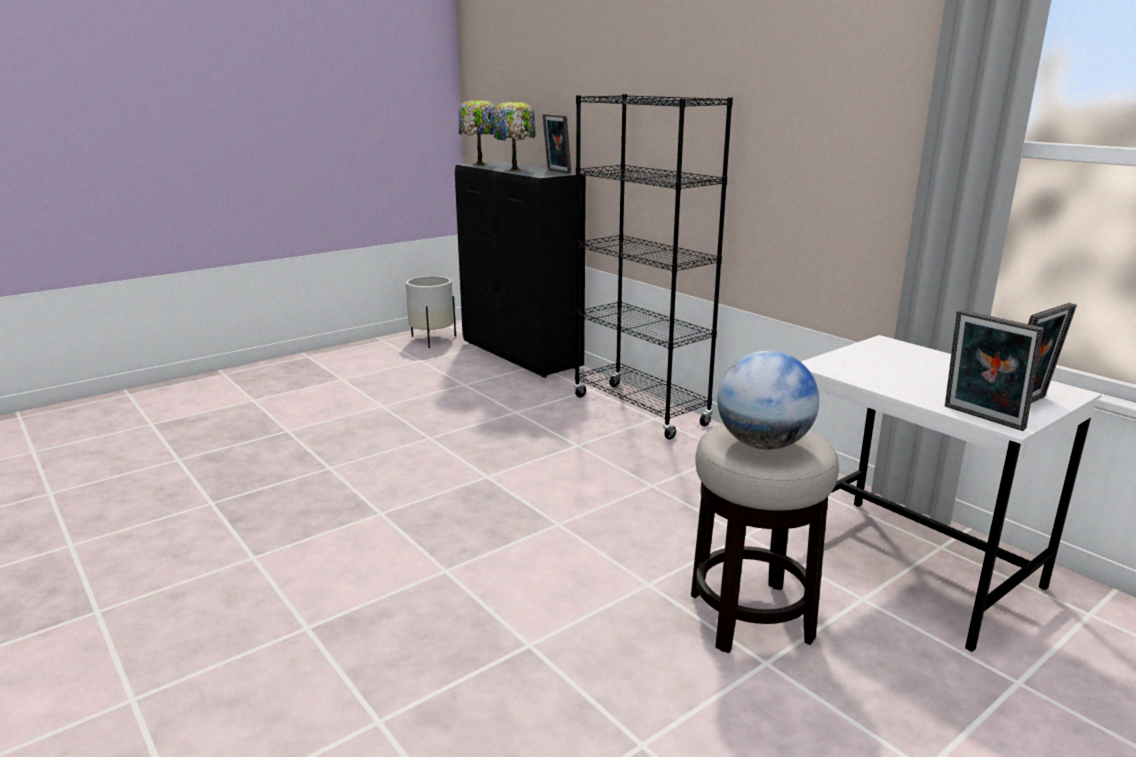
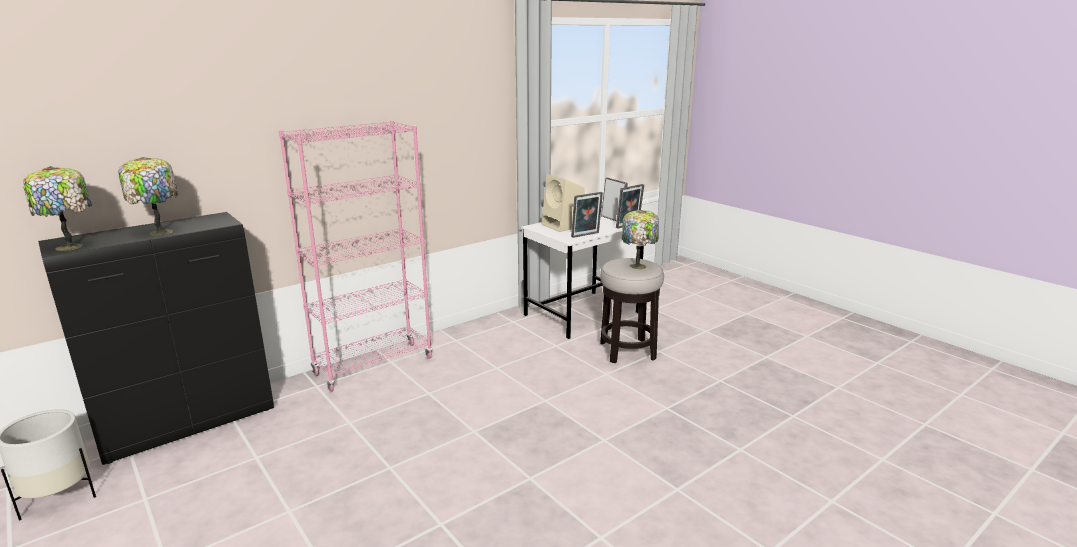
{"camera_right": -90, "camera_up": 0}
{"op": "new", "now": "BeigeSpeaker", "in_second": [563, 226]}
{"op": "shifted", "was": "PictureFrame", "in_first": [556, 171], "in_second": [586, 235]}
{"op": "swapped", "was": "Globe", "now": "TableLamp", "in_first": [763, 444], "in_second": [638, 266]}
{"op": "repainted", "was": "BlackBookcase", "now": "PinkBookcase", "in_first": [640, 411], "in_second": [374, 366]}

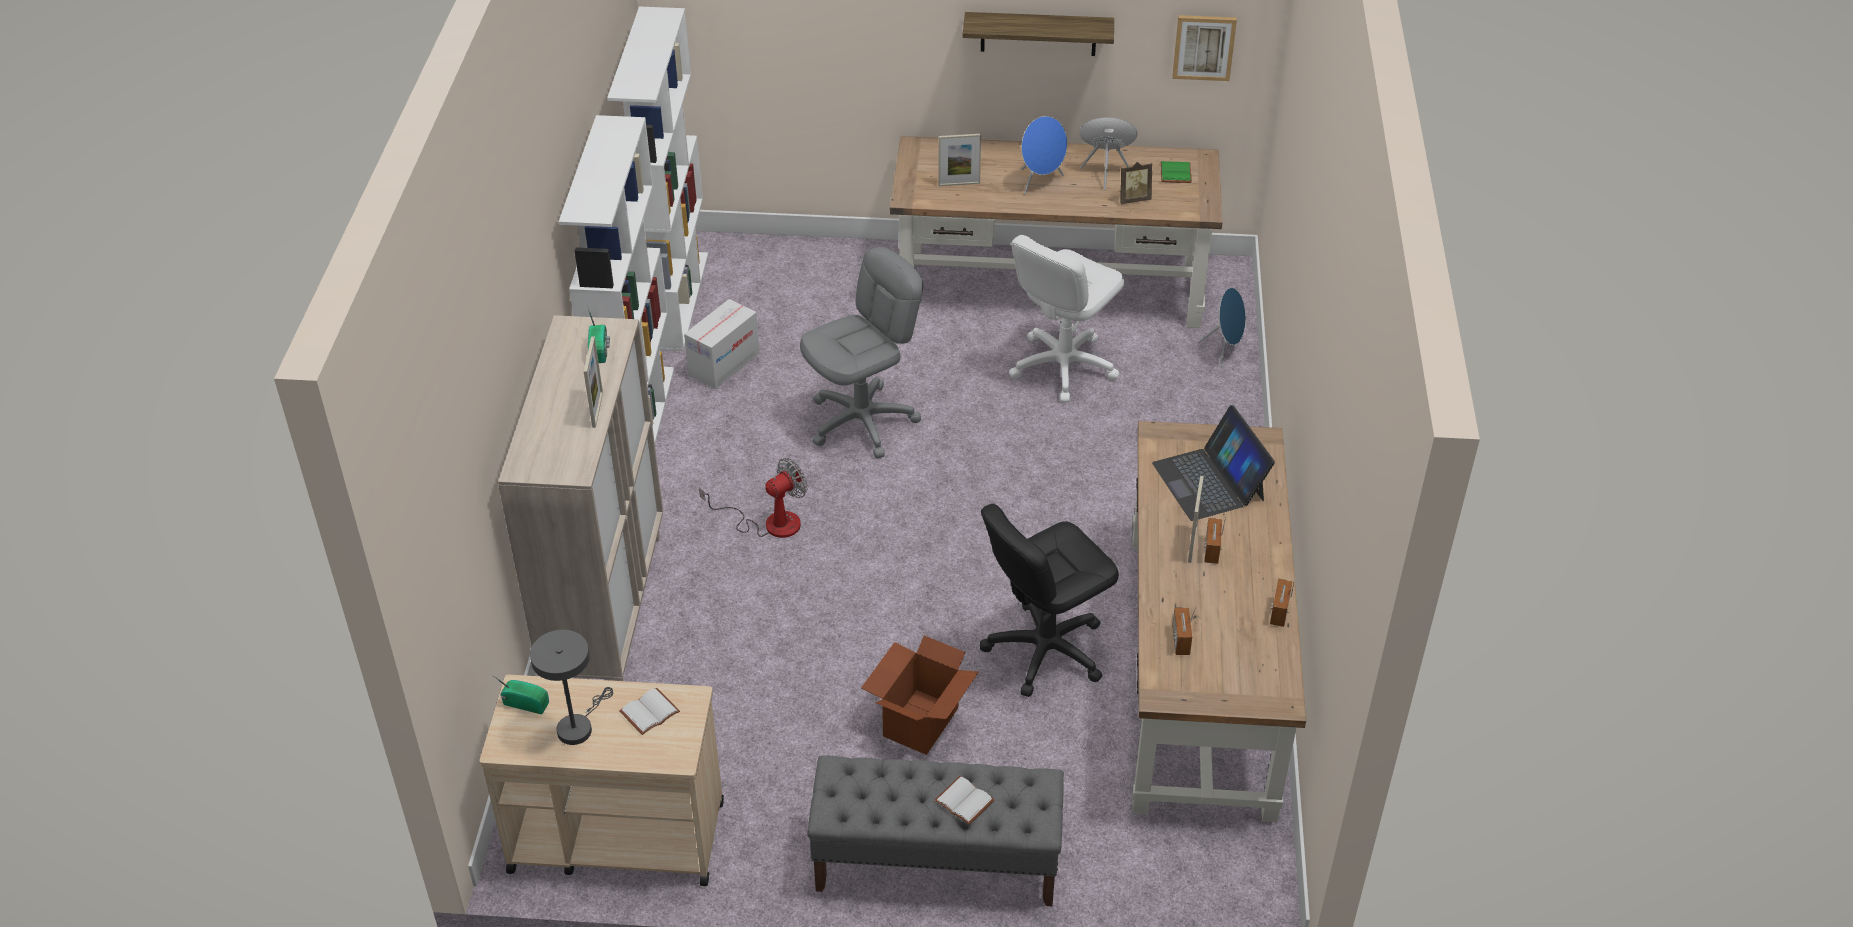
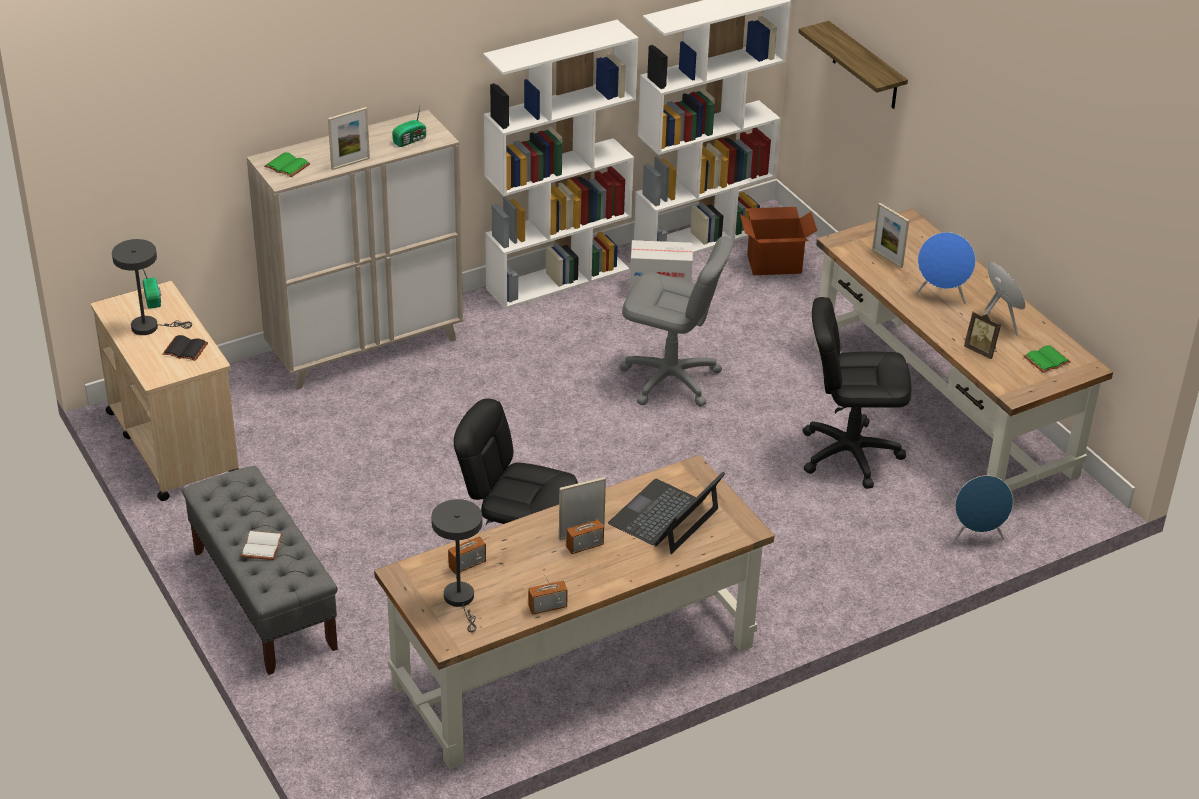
{"camera_right": 55, "camera_up": -5}
{"op": "gone", "was": "Fan", "in_first": [769, 523]}
{"op": "gone", "was": "Picture", "in_first": [1204, 47]}
{"op": "new", "now": "GreenBook", "in_second": [286, 166]}
{"op": "new", "now": "GreyTableLamp", "in_second": [461, 600]}
{"op": "shifted", "was": "CardboardBox", "in_first": [919, 722], "in_second": [774, 263]}
{"op": "shifted", "was": "Shelf", "in_first": [1038, 33], "in_second": [865, 67]}
{"op": "repainted", "was": "WhiteBook", "now": "BlackBook", "in_first": [649, 711], "in_second": [186, 349]}
{"op": "repainted", "was": "WhiteOfficeChair", "now": "BlackOfficeChair", "in_first": [1063, 366], "in_second": [849, 454]}

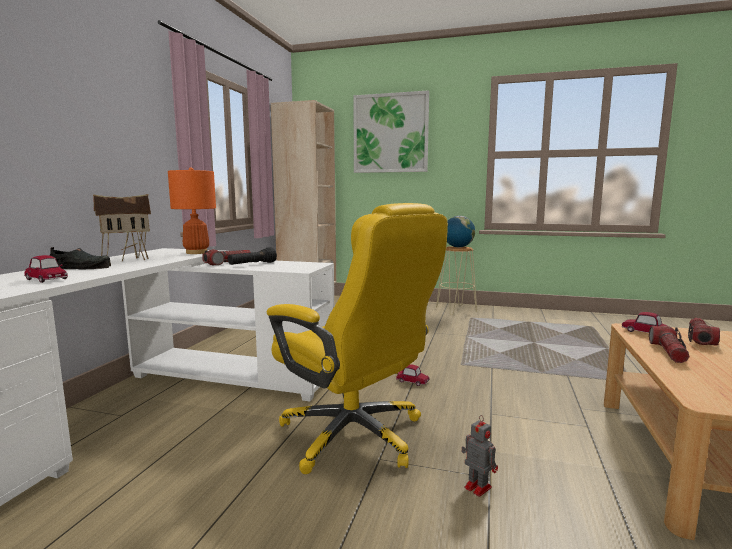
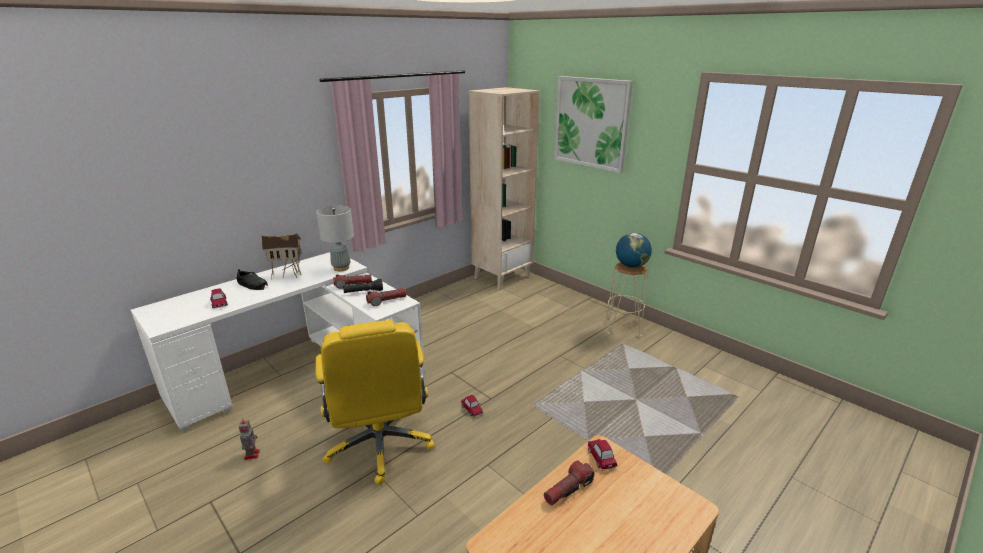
{"camera_right": 30, "camera_up": 15}
{"op": "shifted", "was": "ToyRobot", "in_first": [476, 486], "in_second": [252, 454]}
{"op": "shifted", "was": "Flashlight", "in_first": [699, 339], "in_second": [387, 301]}
{"op": "repainted", "was": "OrangeTableLamp", "now": "GreyTableLamp", "in_first": [196, 252], "in_second": [341, 268]}

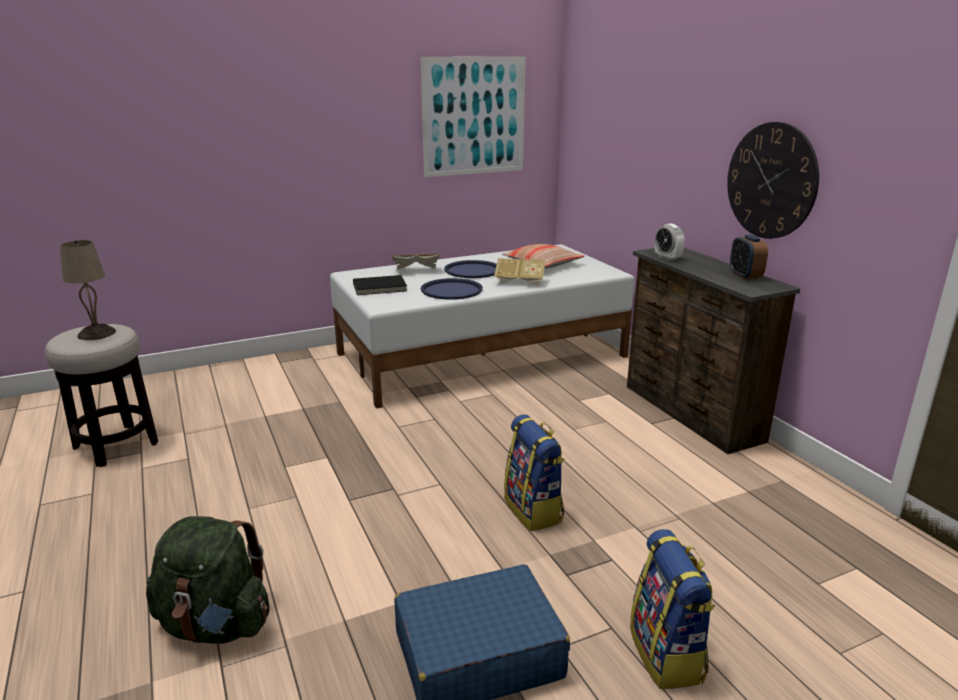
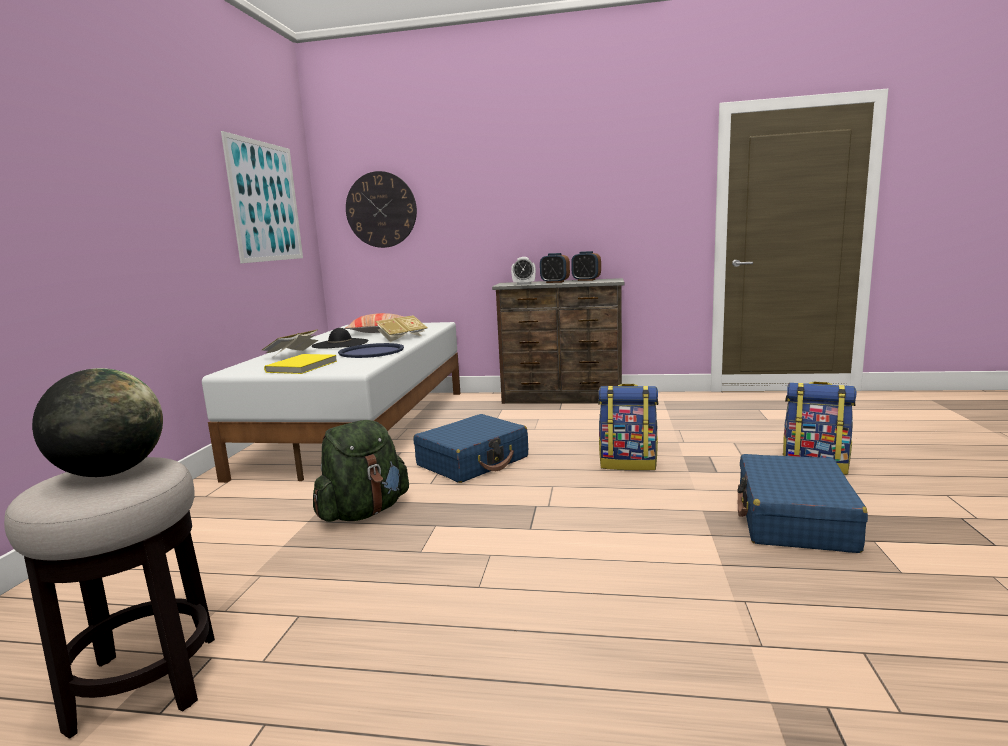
{"camera_right": -55, "camera_up": -10}
{"op": "new", "now": "BlueSuitcase", "in_second": [473, 461]}
{"op": "new", "now": "AlarmClock", "in_second": [555, 282]}
{"op": "shifted", "was": "GreenBackpack", "in_first": [216, 625], "in_second": [364, 512]}
{"op": "shifted", "was": "WallClock", "in_first": [771, 181], "in_second": [381, 210]}
{"op": "swapped", "was": "BeigeTableLamp", "now": "Globe", "in_first": [96, 333], "in_second": [111, 472]}
{"op": "swapped", "was": "BlueTray", "now": "BlackHat", "in_first": [472, 270], "in_second": [340, 344]}
{"op": "repainted", "was": "BlackBook", "now": "YellowBook", "in_first": [380, 288], "in_second": [303, 366]}

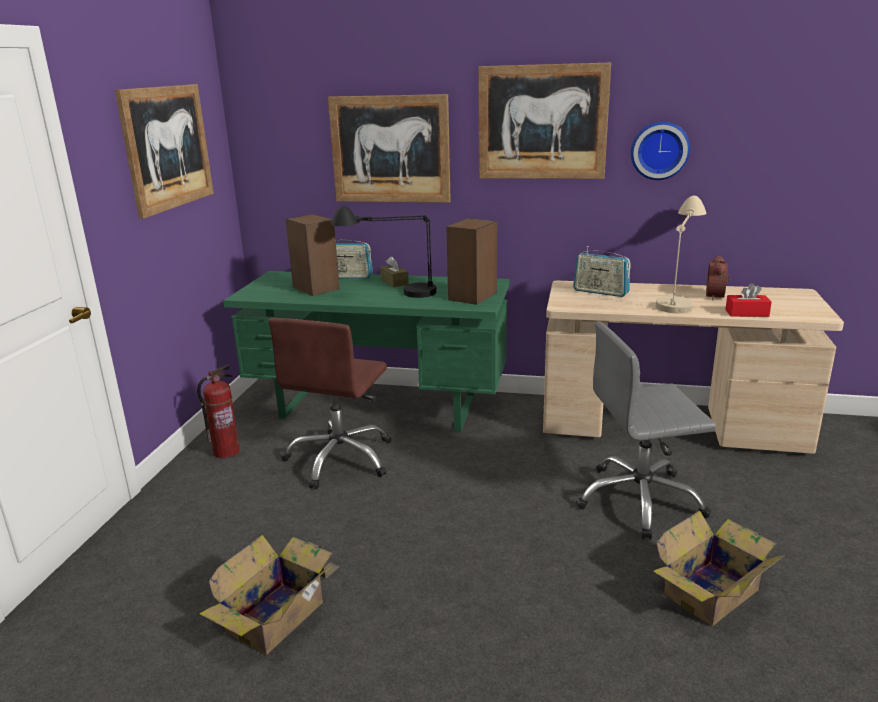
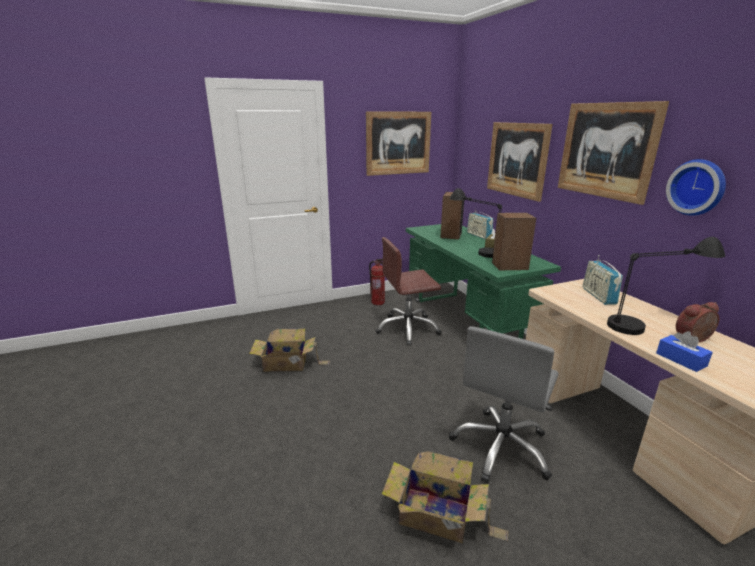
{"camera_right": 55, "camera_up": 0}
{"op": "repainted", "was": "BeigeTableLamp", "now": "BlackTableLamp", "in_first": [678, 298], "in_second": [651, 324]}
{"op": "repainted", "was": "RedTissueBox", "now": "BlueTissueBox", "in_first": [746, 313], "in_second": [681, 359]}
{"op": "rotated", "was": "GreyOfficeChair", "in_first": [640, 500], "in_second": [501, 447], "clockwise": -105}

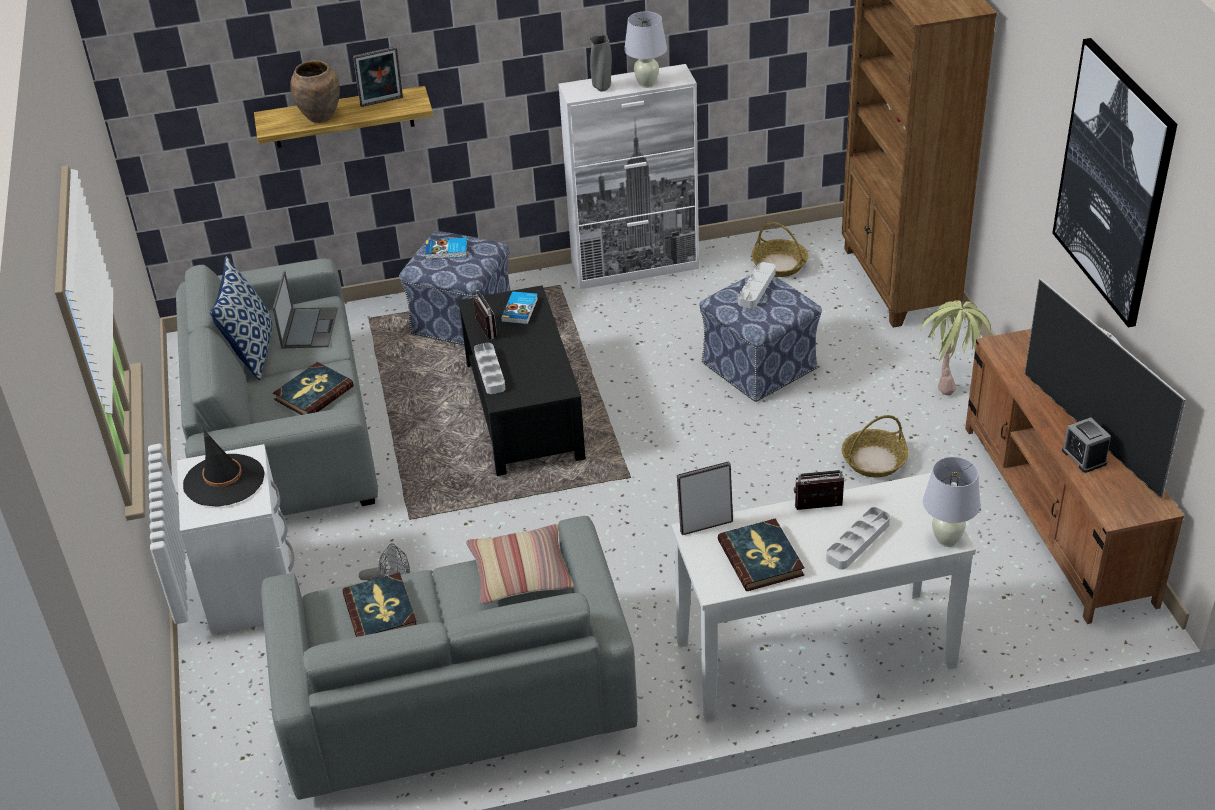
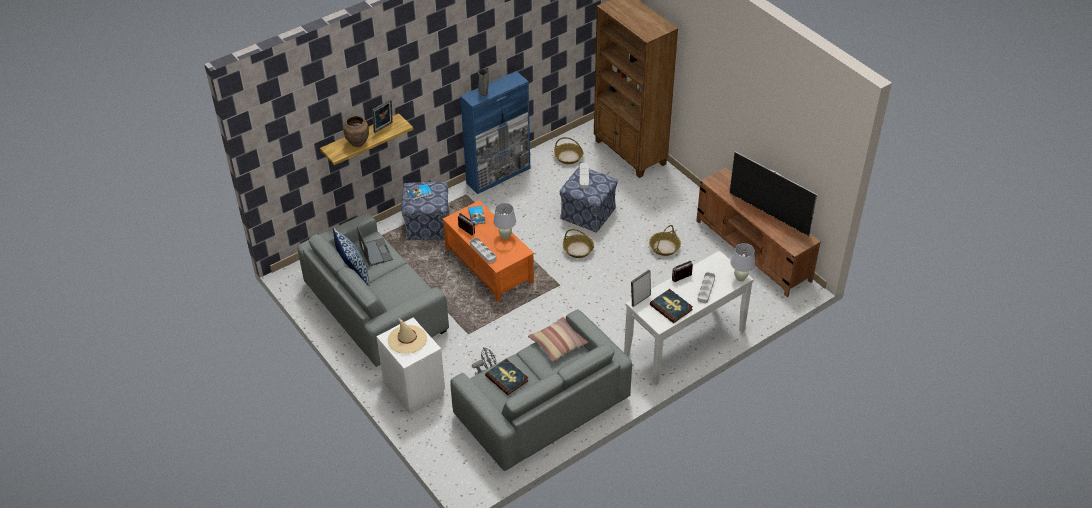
{"camera_right": -25, "camera_up": 5}
{"op": "gone", "was": "Book", "in_first": [313, 393]}
{"op": "gone", "was": "PottedPlant", "in_first": [951, 379]}
{"op": "gone", "was": "Picture", "in_first": [1113, 182]}
{"op": "gone", "was": "AlarmClock", "in_first": [1084, 457]}
{"op": "new", "now": "Basket", "in_second": [578, 249]}
{"op": "shifted", "was": "WhiteTableLamp", "in_first": [647, 84], "in_second": [505, 236]}
{"op": "repainted", "was": "BlackHat", "now": "BeigeHat", "in_first": [224, 481], "in_second": [407, 339]}
{"op": "repainted", "was": "BlackCoffeeTable", "now": "OrangeCoffeeTable", "in_first": [522, 410], "in_second": [488, 265]}
{"op": "repainted", "was": "WhiteCabinet", "now": "BlueCabinet", "in_first": [636, 268], "in_second": [499, 175]}

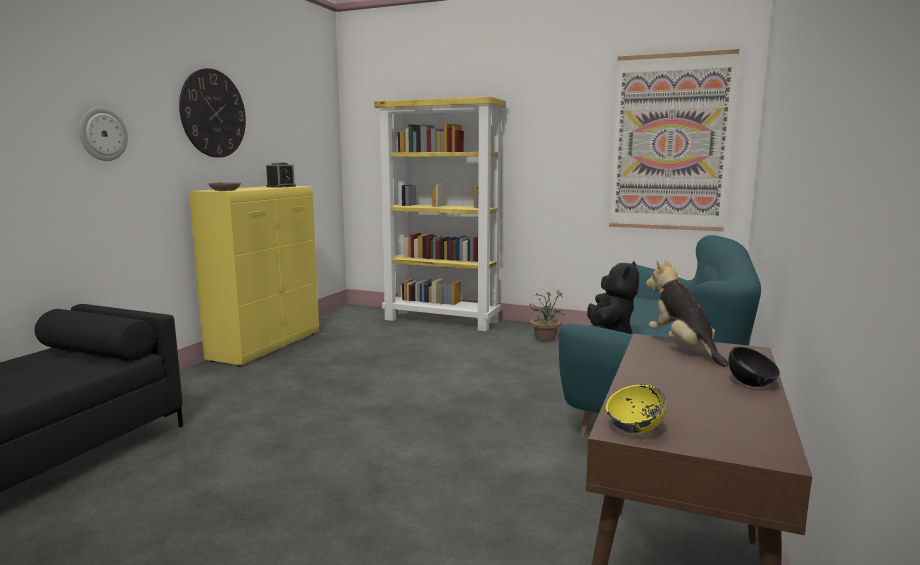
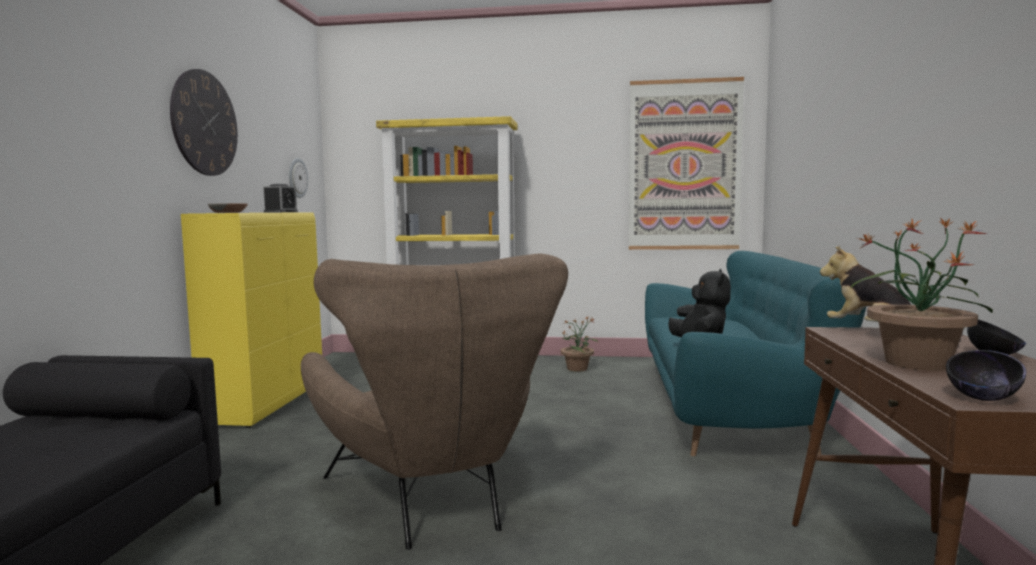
{"camera_right": -15, "camera_up": -5}
{"op": "new", "now": "BrownArmchair", "in_second": [436, 501]}
{"op": "new", "now": "PottedPlant", "in_second": [916, 363]}
{"op": "shifted", "was": "WallClock", "in_first": [102, 134], "in_second": [297, 178]}
{"op": "repainted", "was": "YellowBowl", "now": "BlackBowl", "in_first": [634, 430], "in_second": [982, 399]}

